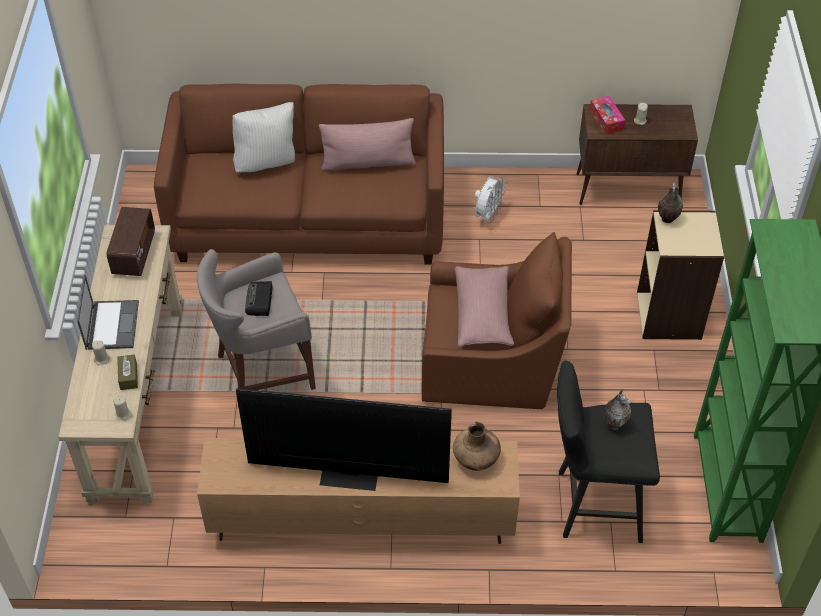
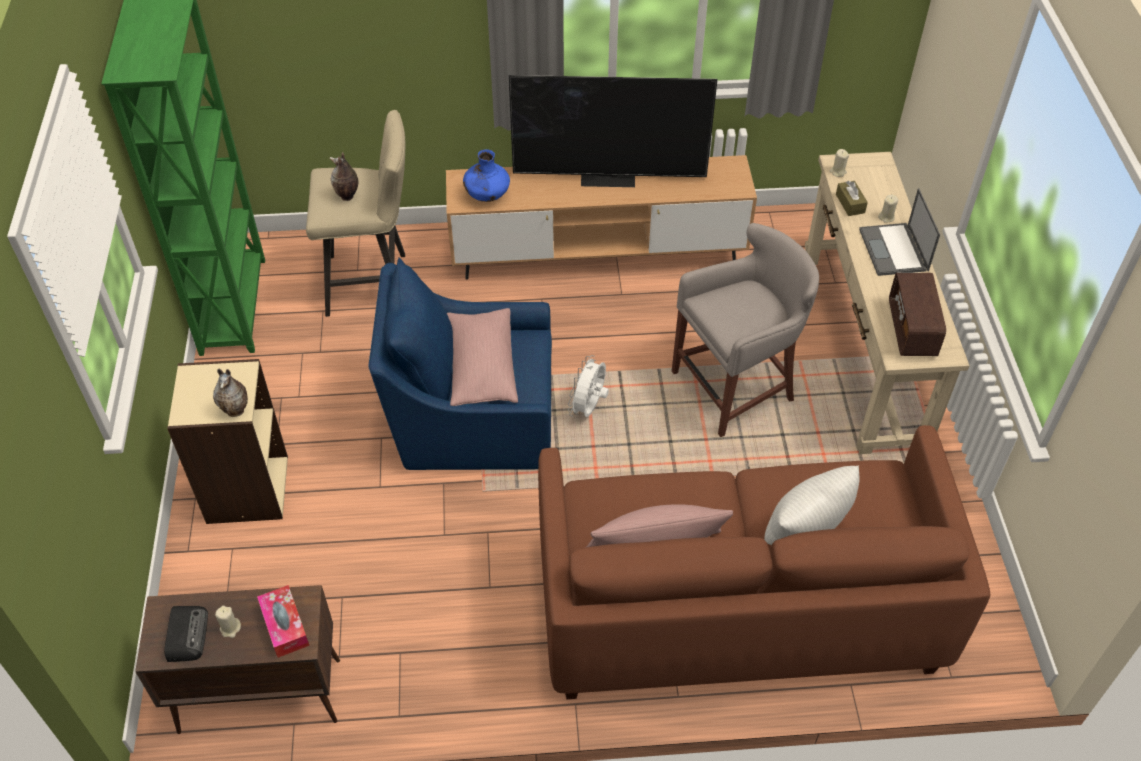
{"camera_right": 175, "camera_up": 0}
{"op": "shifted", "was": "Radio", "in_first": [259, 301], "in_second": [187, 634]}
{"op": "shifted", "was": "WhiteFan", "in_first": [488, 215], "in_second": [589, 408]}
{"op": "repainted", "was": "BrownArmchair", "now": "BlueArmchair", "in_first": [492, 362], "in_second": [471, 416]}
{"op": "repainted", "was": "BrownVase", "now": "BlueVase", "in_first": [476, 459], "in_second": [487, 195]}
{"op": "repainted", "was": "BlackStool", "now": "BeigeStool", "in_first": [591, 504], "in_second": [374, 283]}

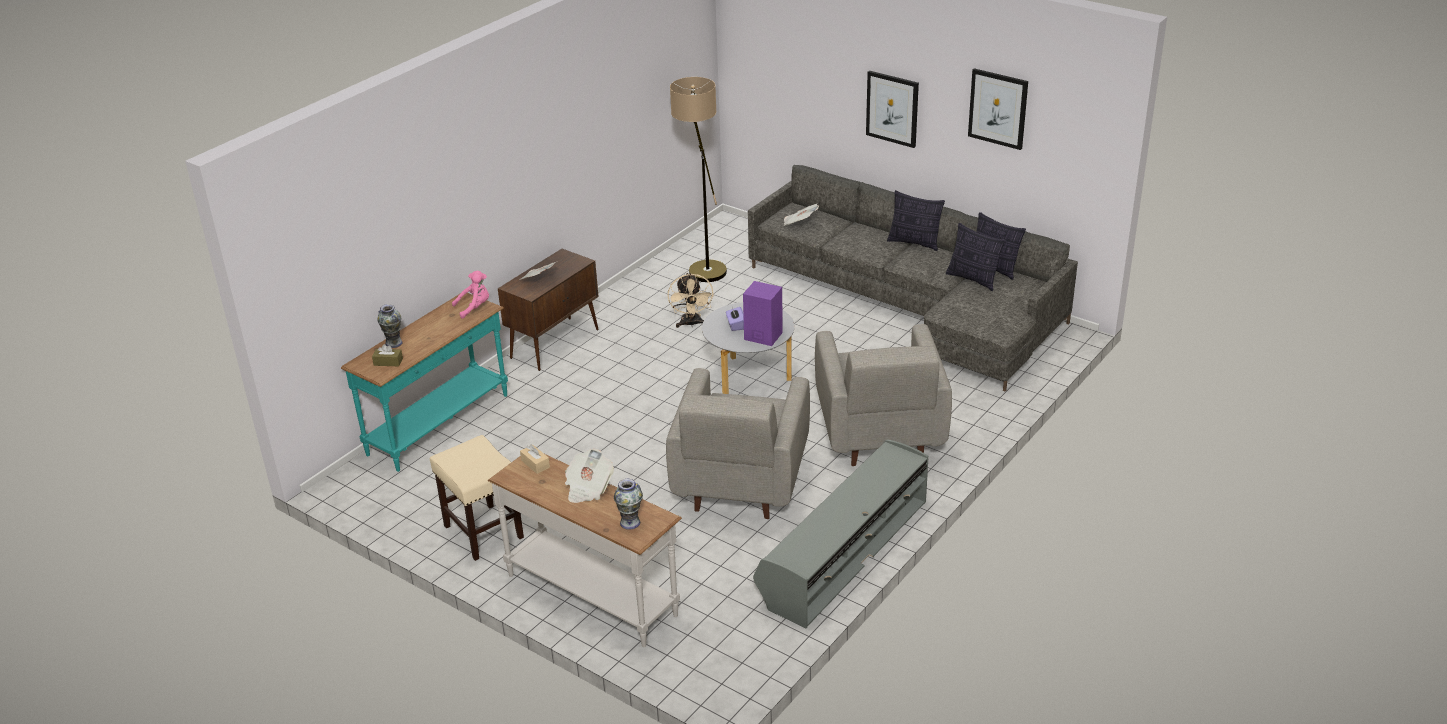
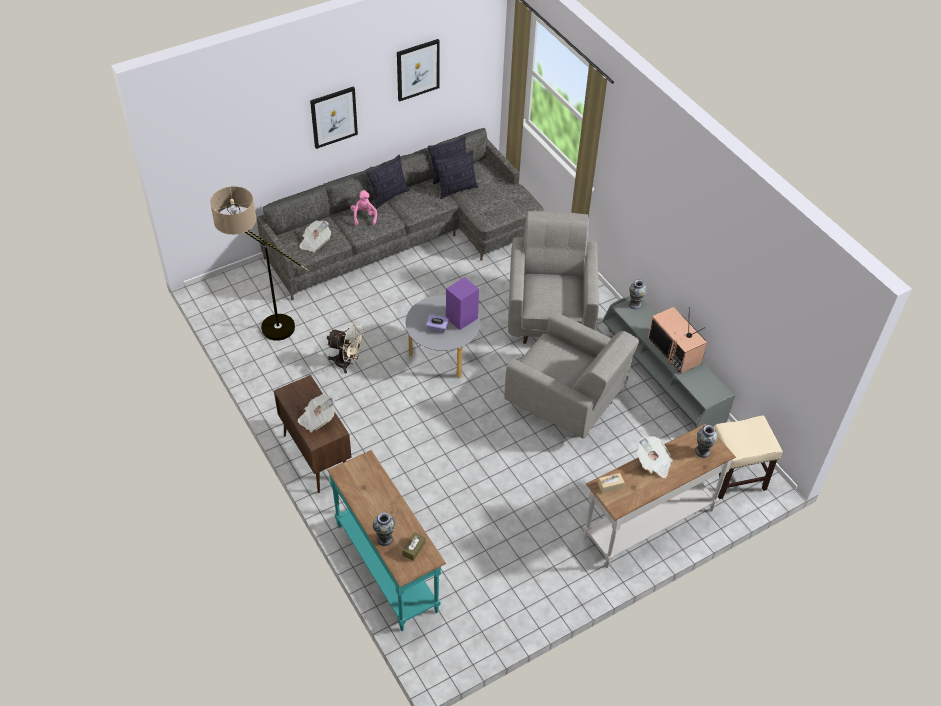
{"camera_right": -70, "camera_up": 15}
{"op": "new", "now": "Vase", "in_second": [634, 304]}
{"op": "new", "now": "Television", "in_second": [675, 351]}
{"op": "shifted", "was": "BeigeStool", "in_first": [482, 531], "in_second": [734, 478]}
{"op": "shifted", "was": "PinkPlushToy", "in_first": [474, 307], "in_second": [364, 216]}
{"op": "rotated", "was": "GreyArmchair", "in_first": [878, 434], "in_second": [550, 314], "clockwise": -105}

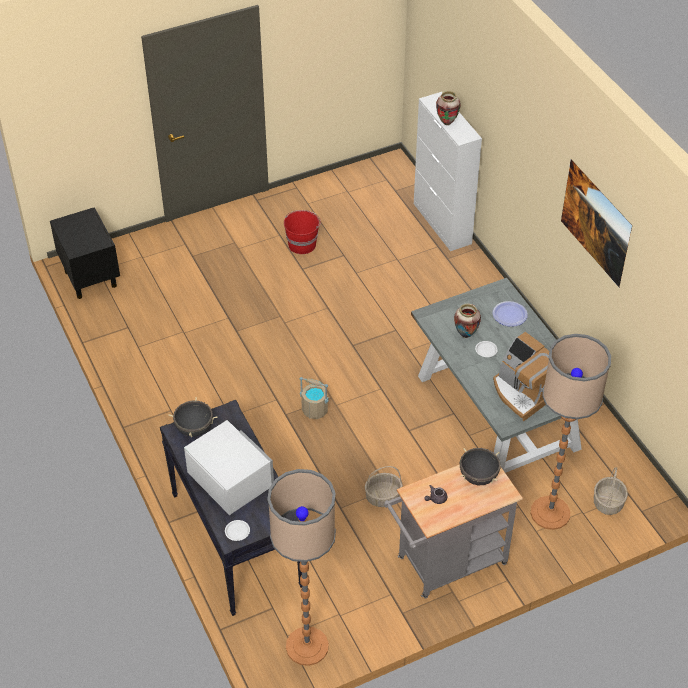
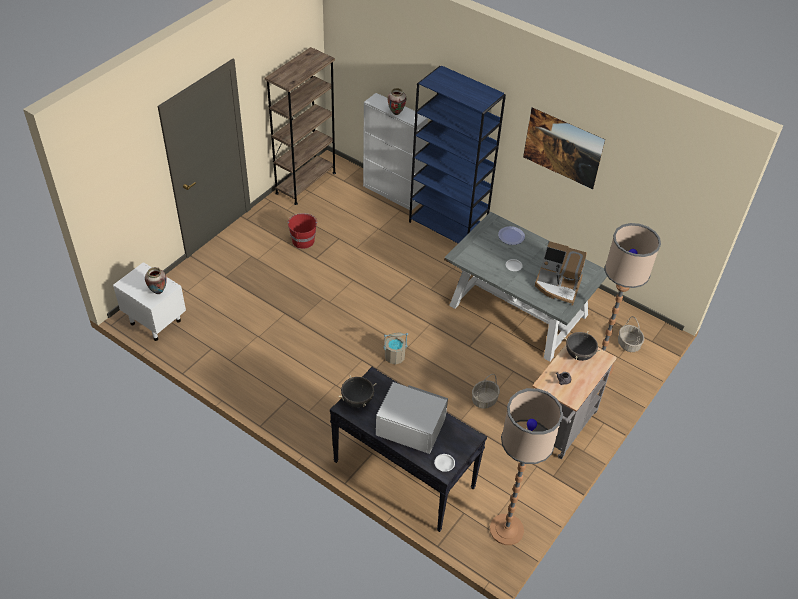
{"camera_right": -30, "camera_up": 0}
{"op": "new", "now": "BrownBookcase", "in_second": [305, 183]}
{"op": "new", "now": "BlueBookcase", "in_second": [448, 227]}
{"op": "shifted", "was": "Vase", "in_first": [465, 335], "in_second": [158, 292]}
{"op": "repainted", "was": "BlackNightstand", "now": "WhiteNightstand", "in_first": [90, 278], "in_second": [155, 322]}

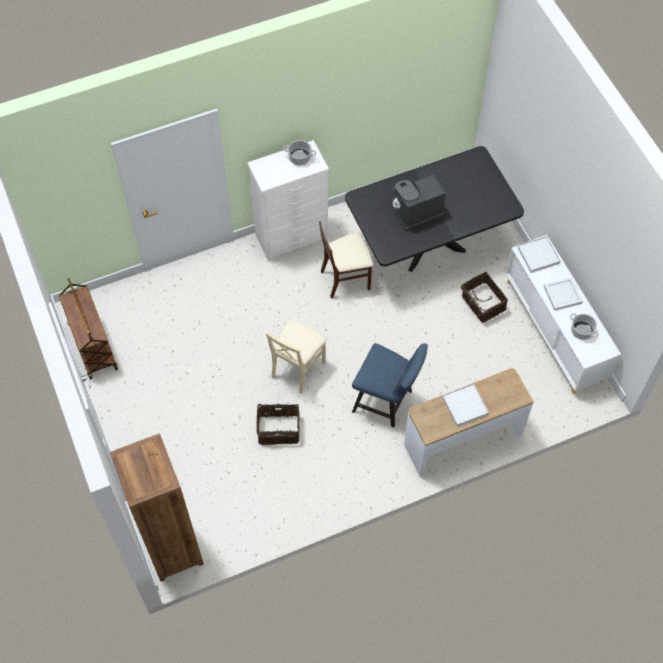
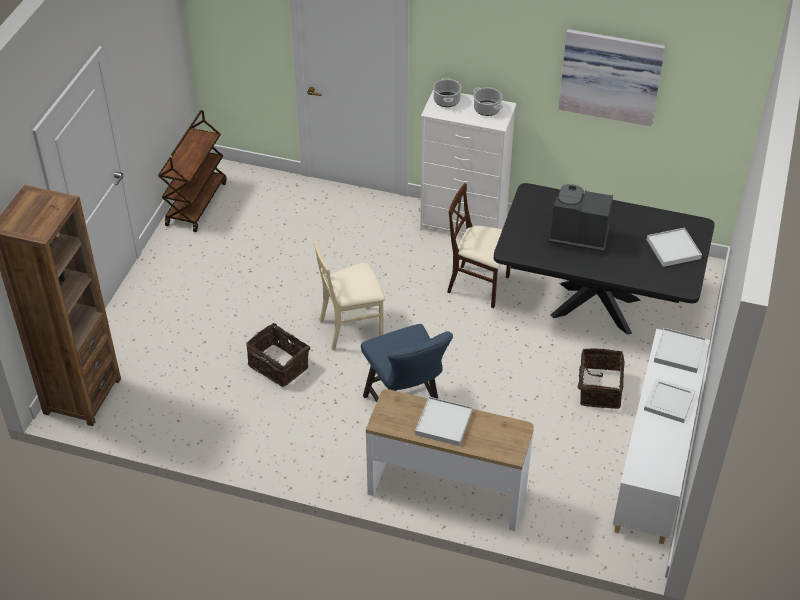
{"camera_right": 40, "camera_up": -15}
{"op": "new", "now": "Picture", "in_second": [611, 75]}
{"op": "new", "now": "WhiteTray", "in_second": [673, 249]}
{"op": "shifted", "was": "CookingPot", "in_first": [582, 331], "in_second": [447, 101]}

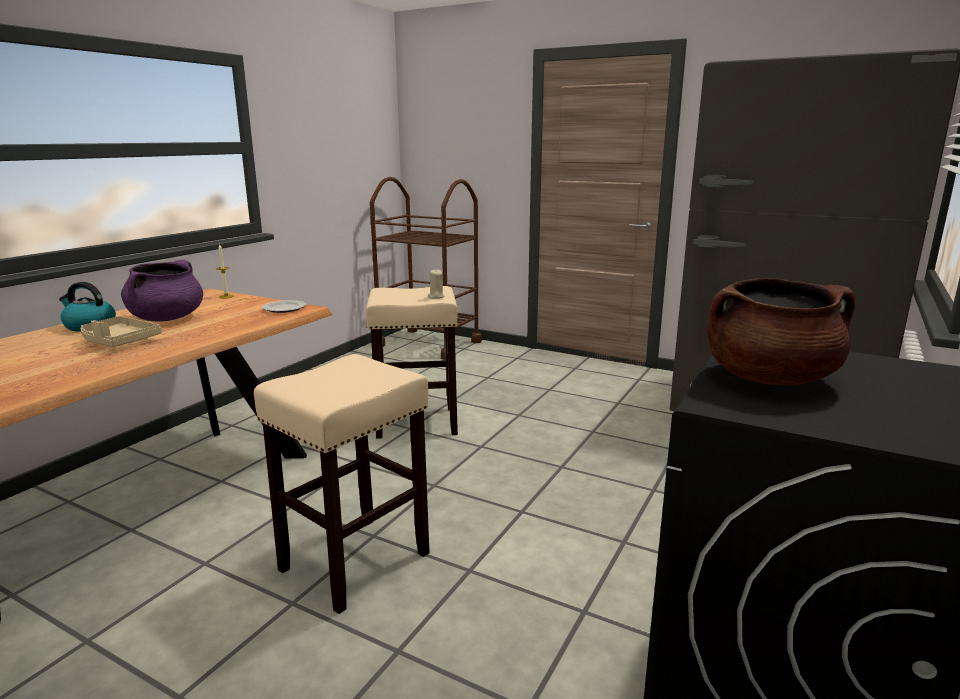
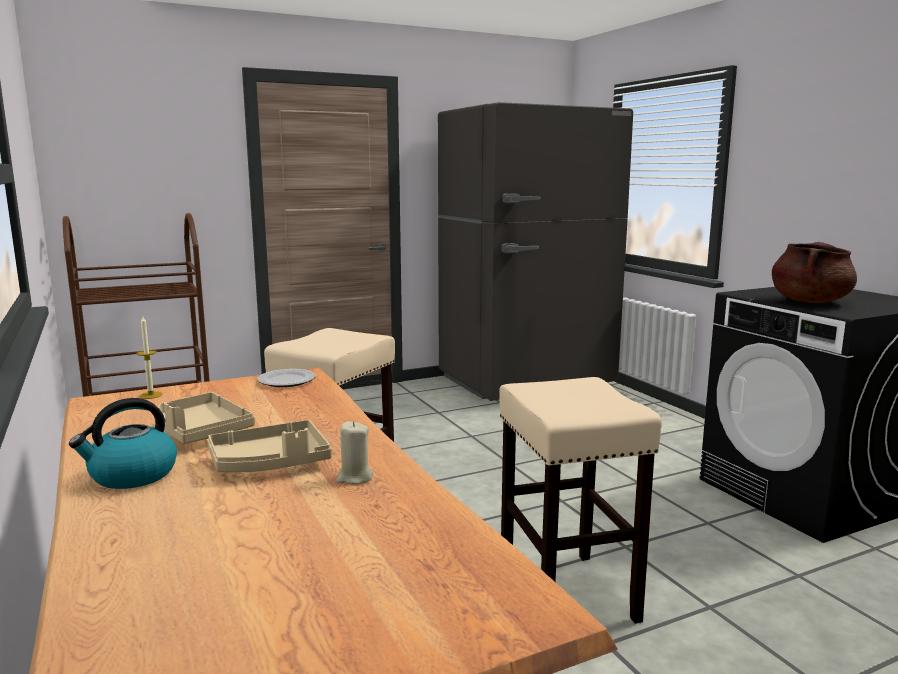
{"camera_right": -55, "camera_up": -5}
{"op": "shifted", "was": "BeigeCandle", "in_first": [436, 296], "in_second": [354, 478]}
{"op": "swapped", "was": "PurpleCookingPot", "now": "BeigeTray", "in_first": [167, 318], "in_second": [201, 431]}

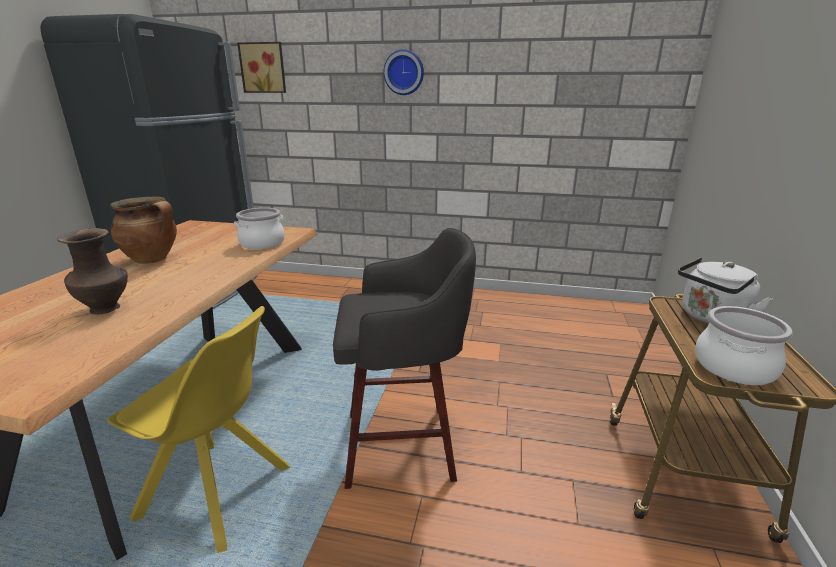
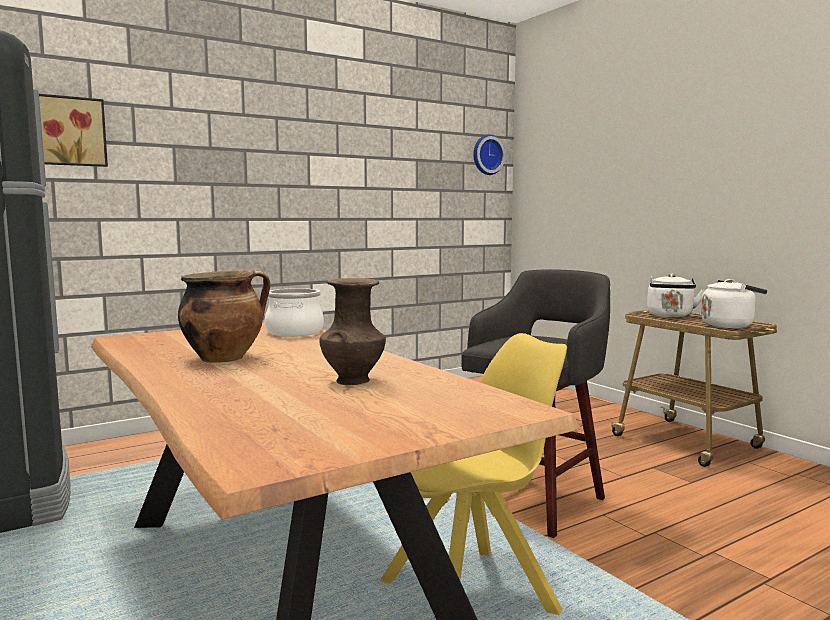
{"camera_right": -45, "camera_up": -15}
{"op": "shifted", "was": "WallClock", "in_first": [404, 72], "in_second": [486, 155]}
{"op": "swapped", "was": "CookingPot", "now": "WhiteKettle", "in_first": [735, 367], "in_second": [729, 325]}

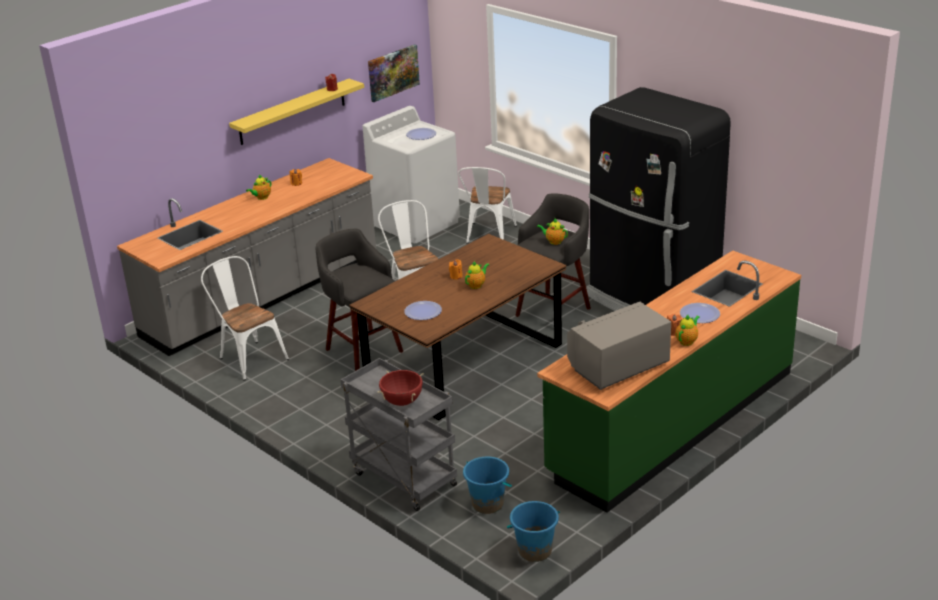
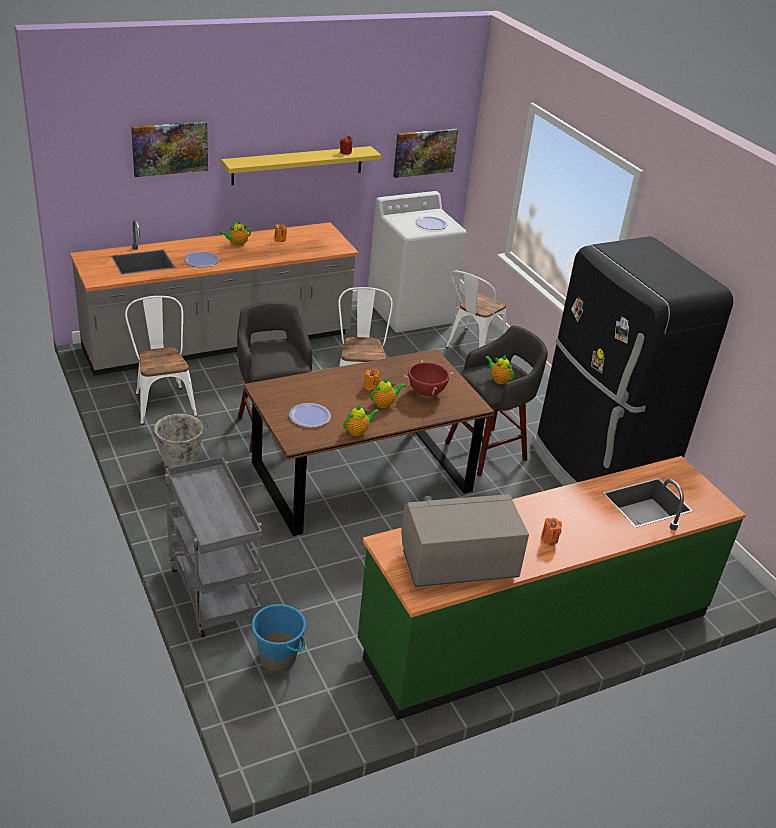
{"camera_right": 15, "camera_up": 5}
{"op": "gone", "was": "BlueBucket", "in_first": [534, 550]}
{"op": "new", "now": "Picture", "in_second": [170, 148]}
{"op": "new", "now": "GreyBucket", "in_second": [182, 464]}
{"op": "shifted", "was": "RedCookingPot", "in_first": [402, 401], "in_second": [426, 392]}
{"op": "shifted", "was": "Teapot", "in_first": [687, 341], "in_second": [358, 431]}
{"op": "shifted", "was": "Plate", "in_first": [699, 314], "in_second": [201, 260]}

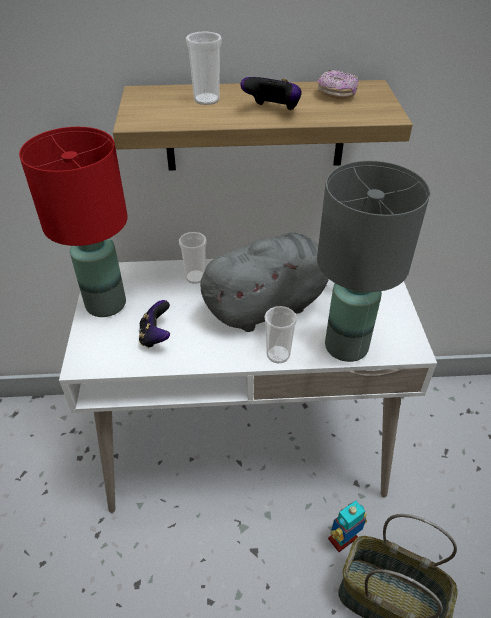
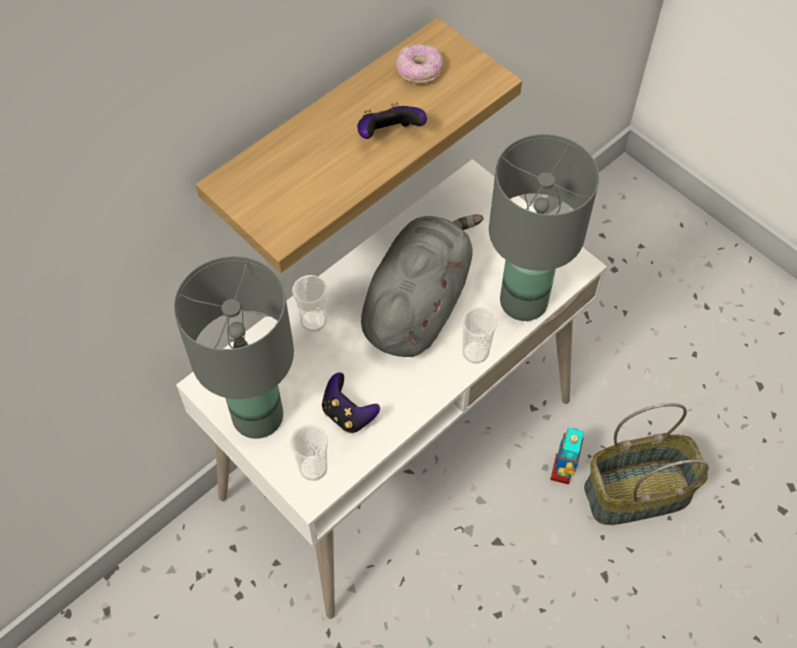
{"camera_right": -40, "camera_up": 15}
{"op": "shifted", "was": "Cup", "in_first": [206, 100], "in_second": [313, 468]}
{"op": "repainted", "was": "RedTableLamp", "now": "GreyTableLamp", "in_first": [106, 303], "in_second": [257, 415]}

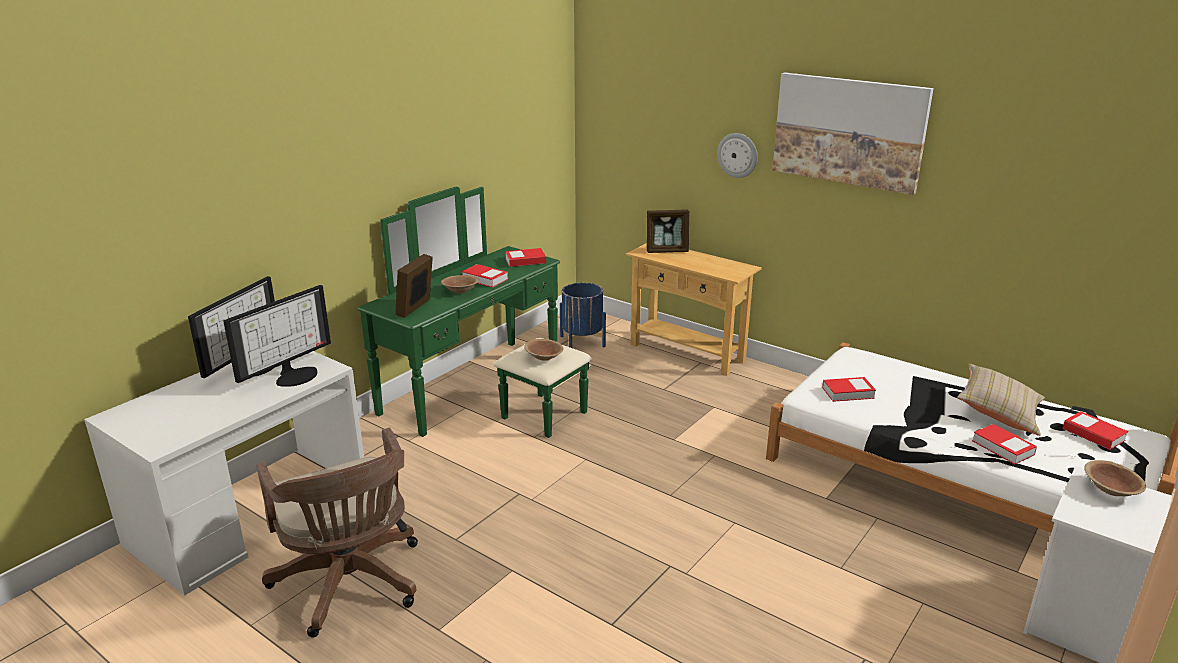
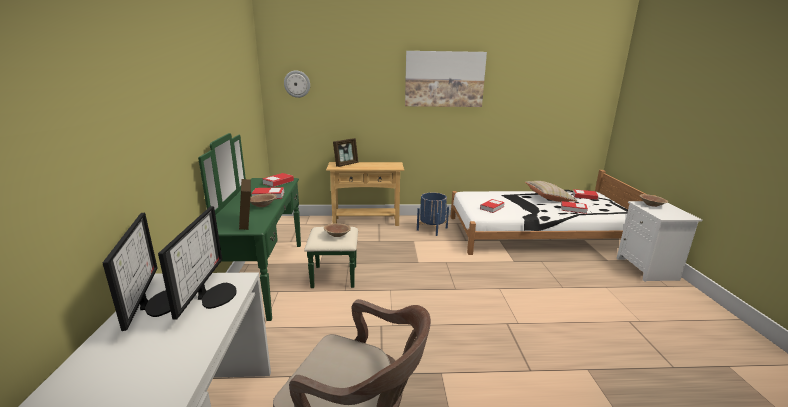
{"camera_right": -40, "camera_up": -5}
{"op": "shifted", "was": "BluePlanter", "in_first": [582, 341], "in_second": [432, 229]}
{"op": "shifted", "was": "WallClock", "in_first": [738, 155], "in_second": [297, 84]}

